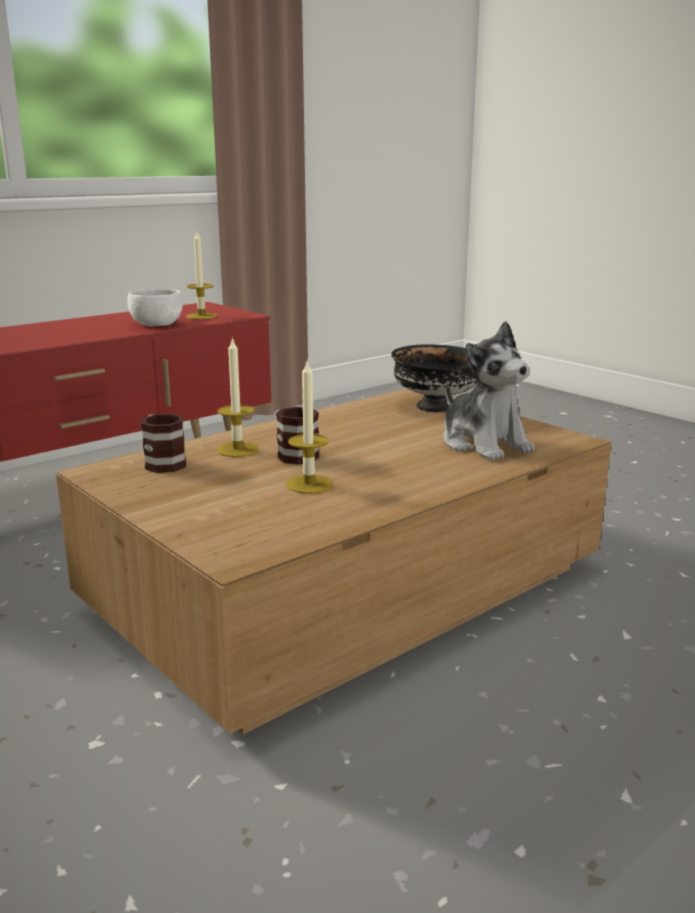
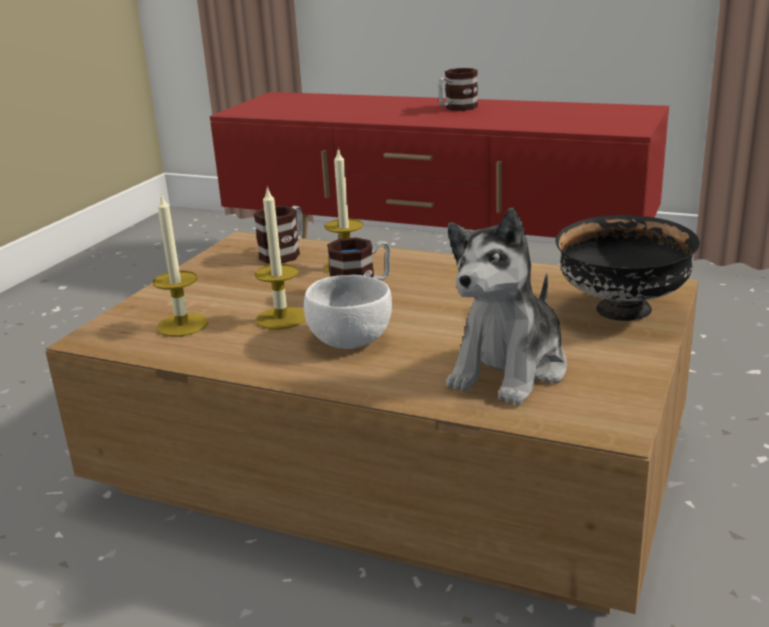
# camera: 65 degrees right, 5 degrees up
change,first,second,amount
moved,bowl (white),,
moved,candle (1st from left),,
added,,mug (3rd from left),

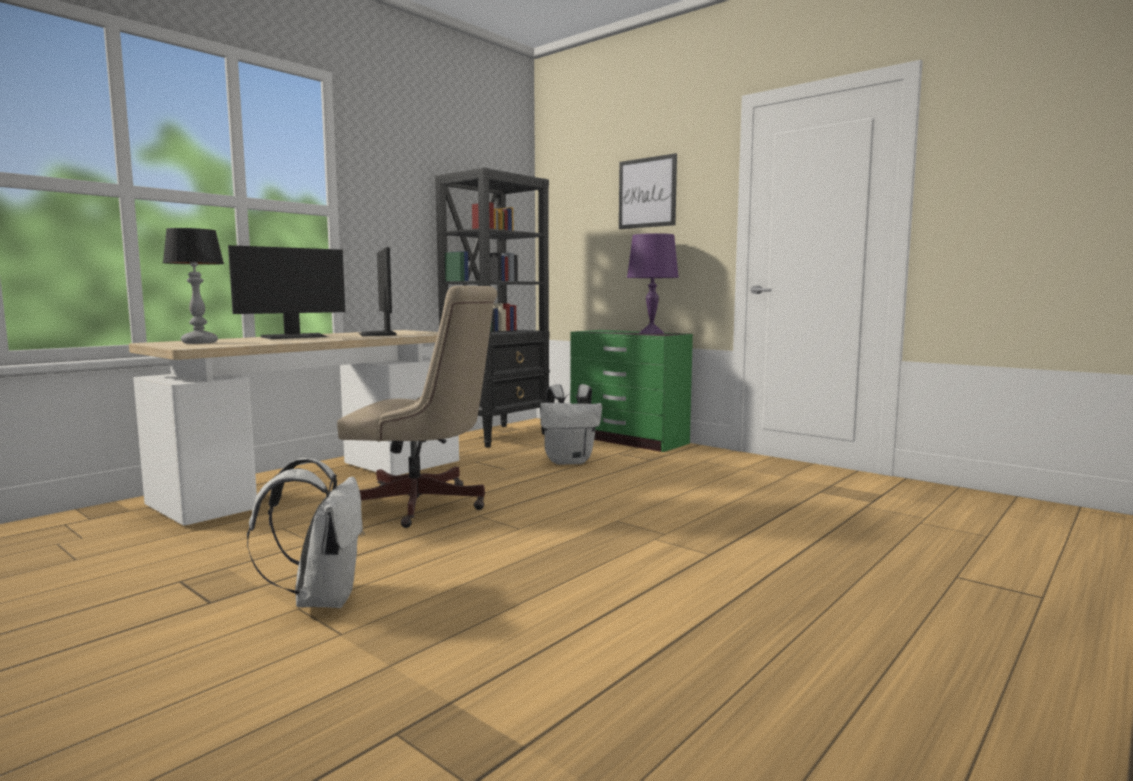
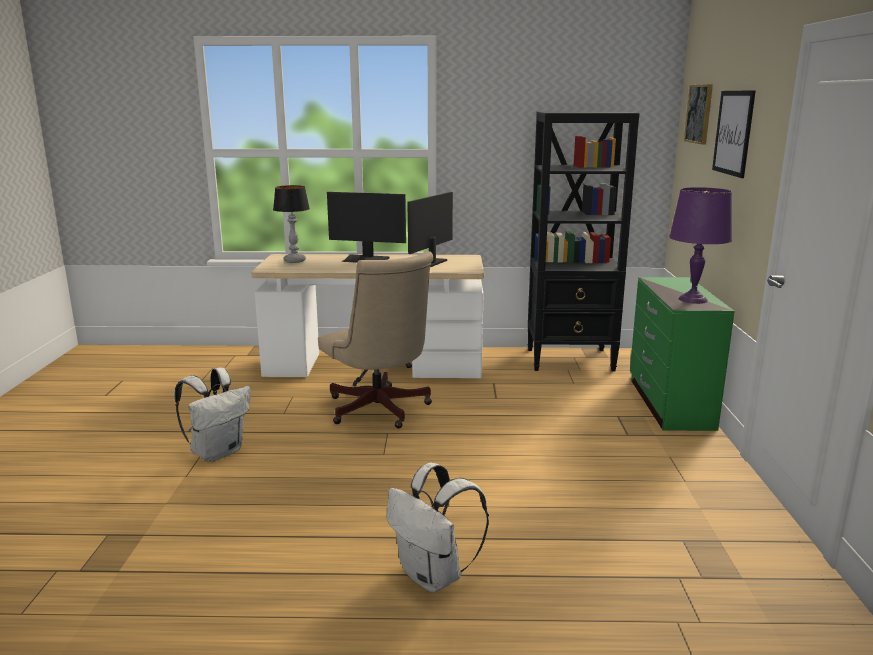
# camera: 50 degrees right, 10 degrees up
change,first,second,amount
moved,backpack (white) (2nd from left),,
added,,picture (1st from left),

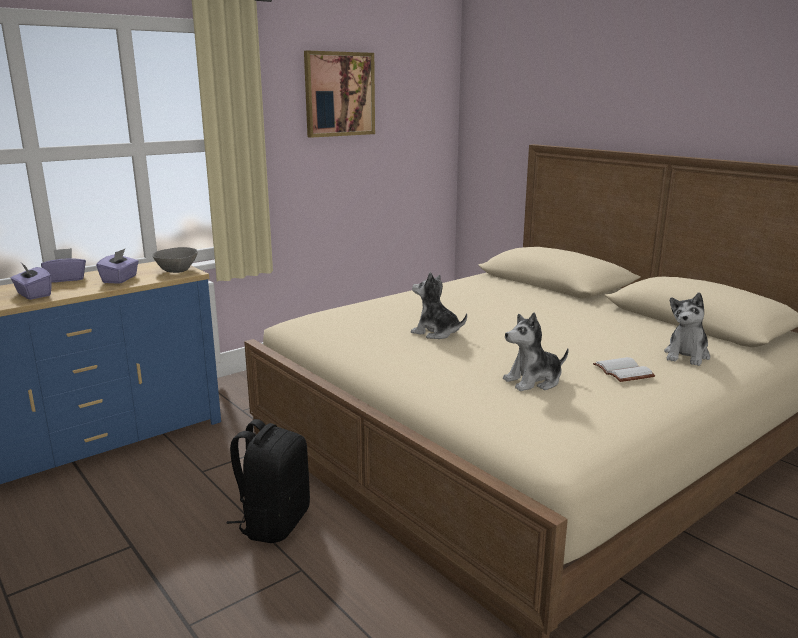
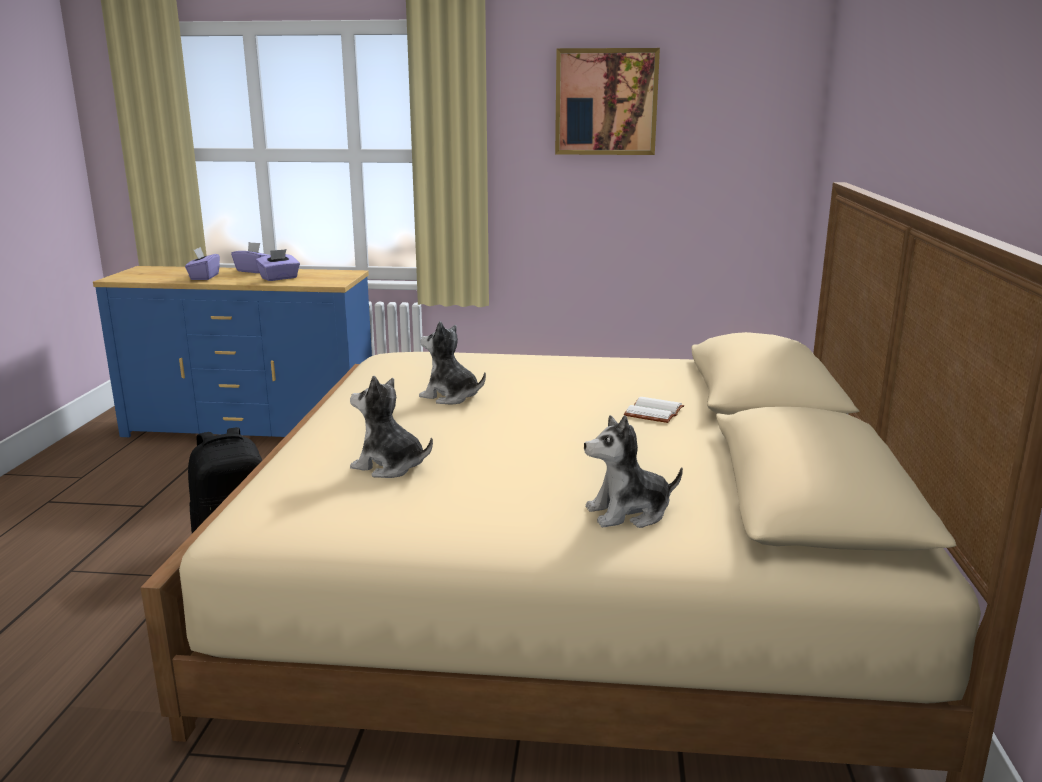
# camera: 45 degrees right, 0 degrees up
change,first,second,amount
removed,bowl (grey),,
turned,plush toy (1st from left in the first image),plush toy (2nd from left),45 degrees counterclockwise
moved,book (white),,

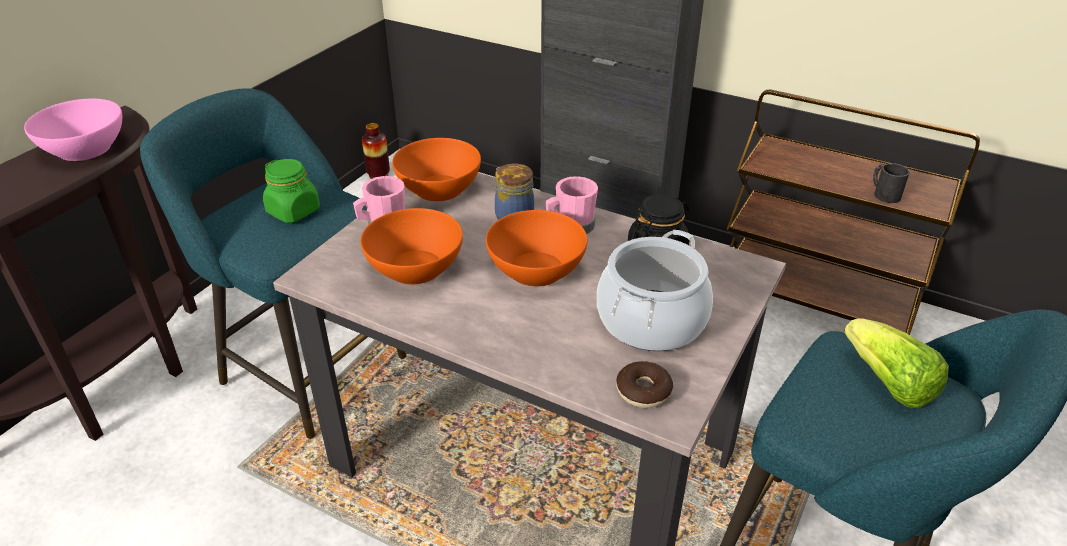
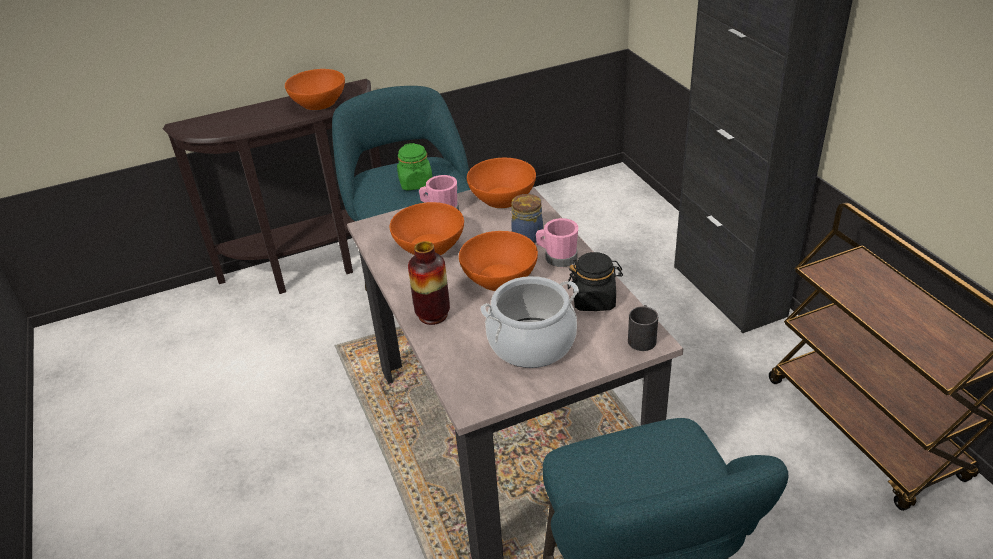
# camera: 40 degrees right, 0 degrees up
change,first,second,amount
recoloured,bowl (pink),bowl (orange) (1st from left),
moved,vase,,
removed,donut,,
removed,lettuce,,
moved,mug (black),,

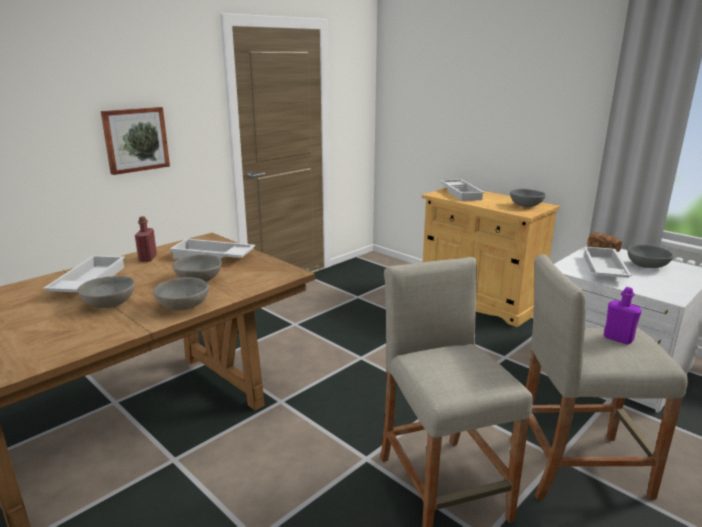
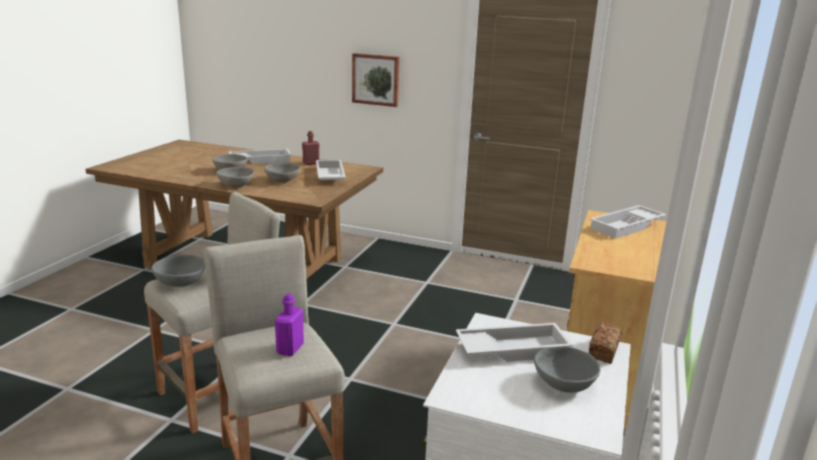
# camera: 65 degrees right, 0 degrees up
change,first,second,amount
moved,bowl (grey) (4th from left in the first image),bowl (grey) (1st from left),

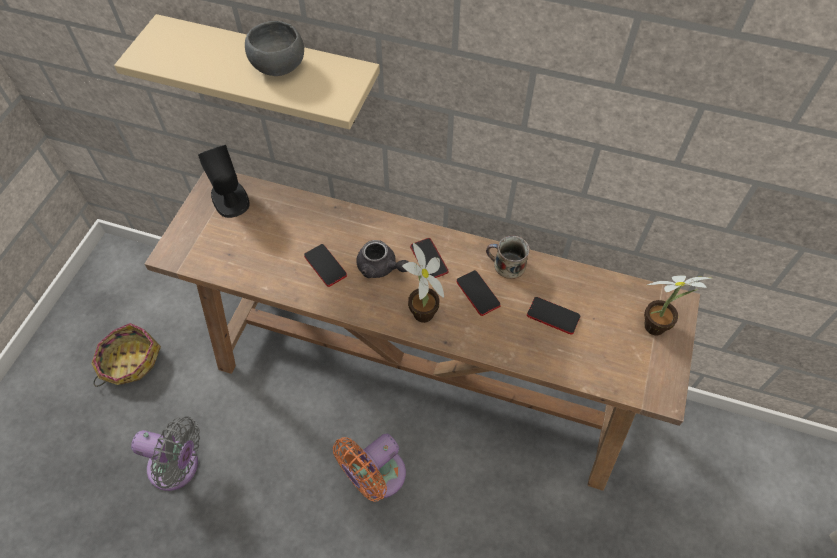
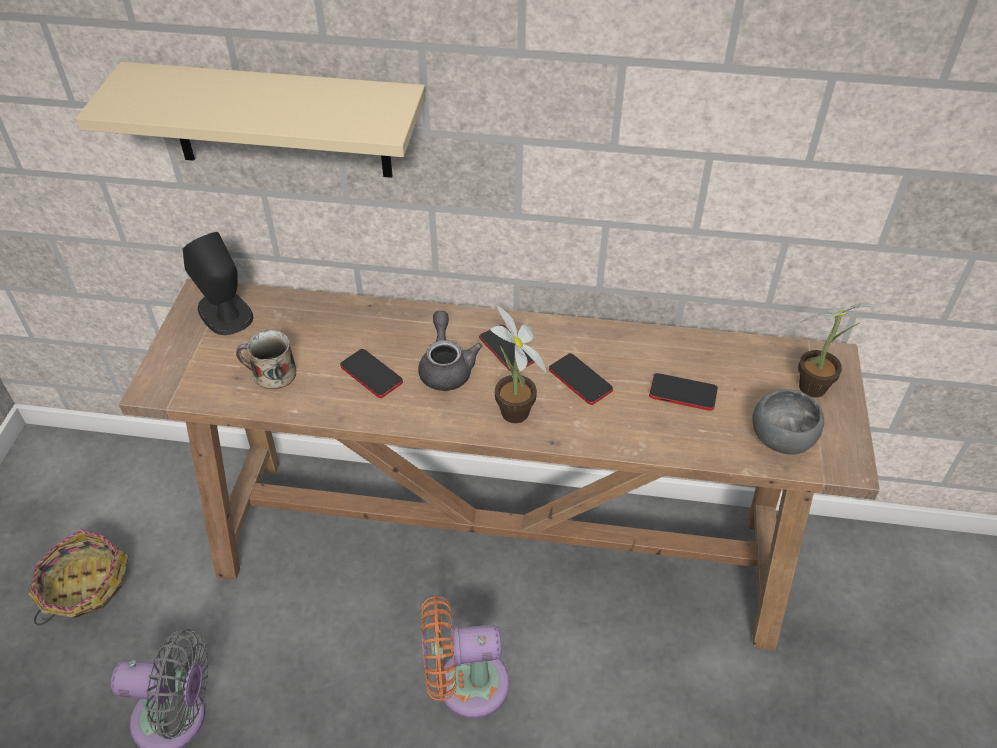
# camera: 10 degrees left, 10 degrees down
change,first,second,amount
moved,bowl (grey),,
turned,fan (orange),,45 degrees clockwise
turned,teapot (grey),,120 degrees counterclockwise
moved,mug,,

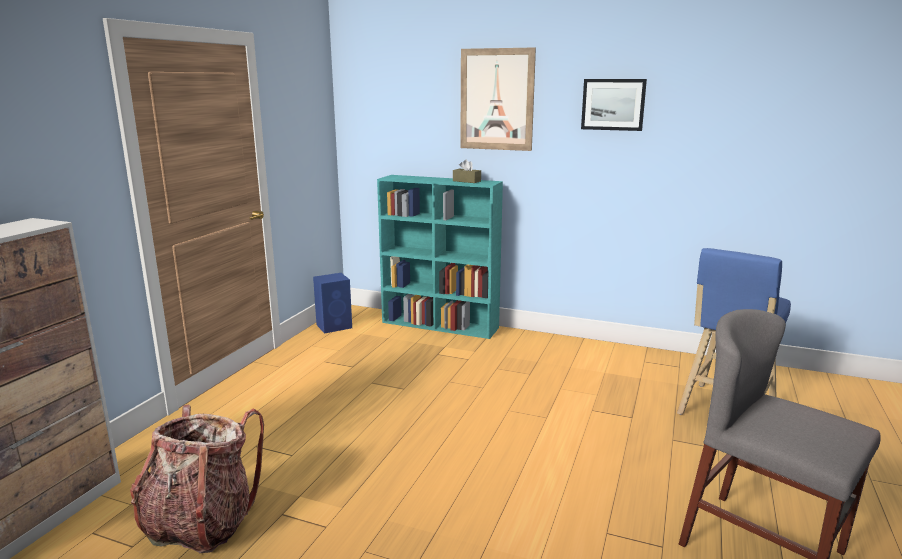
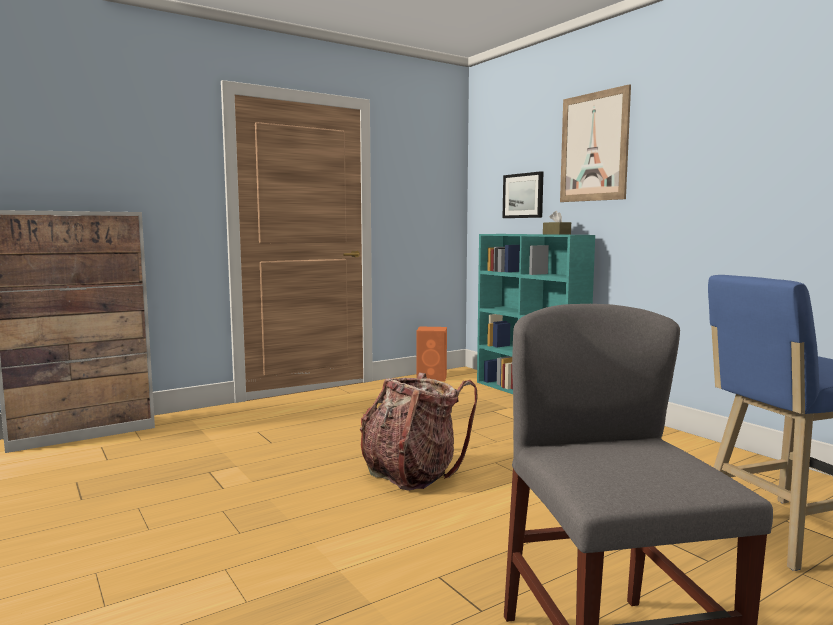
# camera: 35 degrees right, 10 degrees down
change,first,second,amount
moved,backpack,,
recoloured,speaker (blue),speaker (orange),
moved,picture (2nd from left in the first image),picture (1st from left),

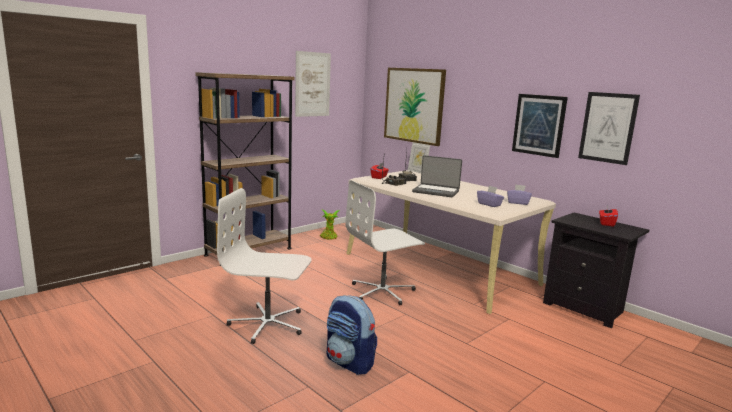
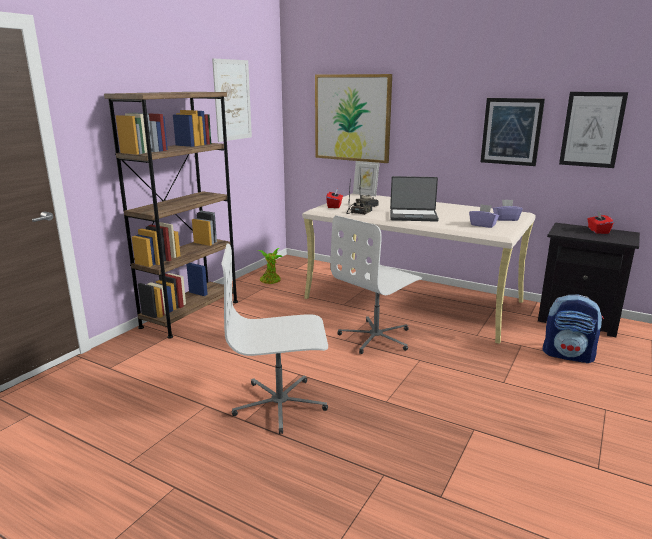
# camera: 15 degrees left, 5 degrees up
change,first,second,amount
moved,backpack,,

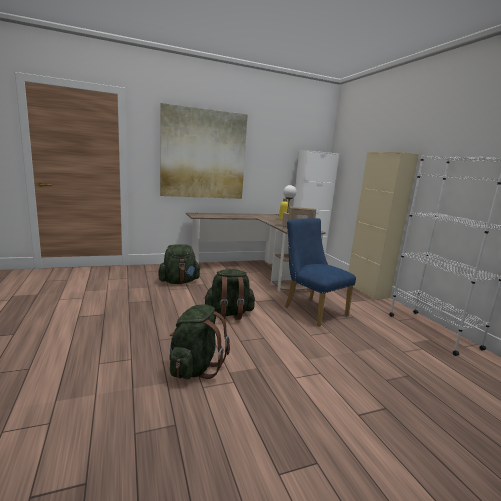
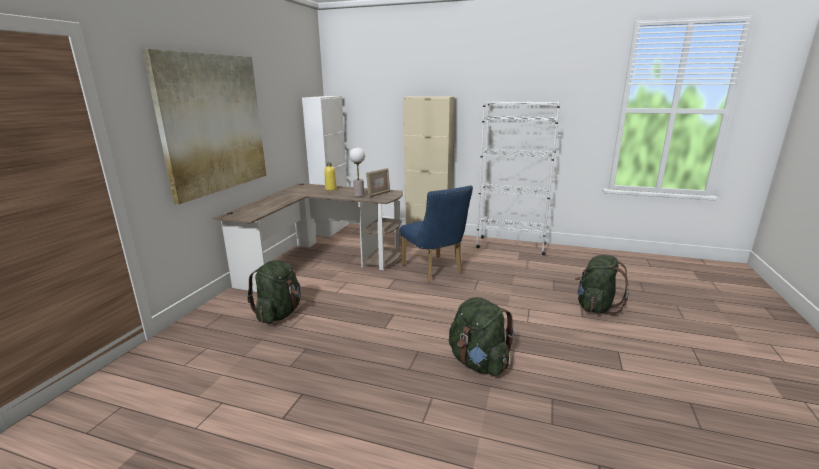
# camera: 50 degrees left, 5 degrees up
change,first,second,amount
moved,backpack (green) (3rd from left),,
turned,chair (blue),,120 degrees counterclockwise

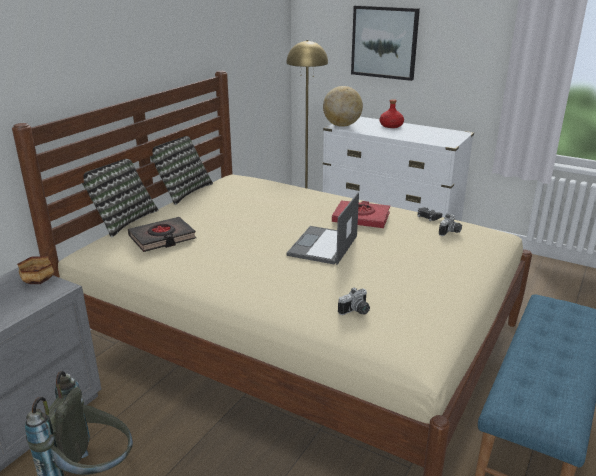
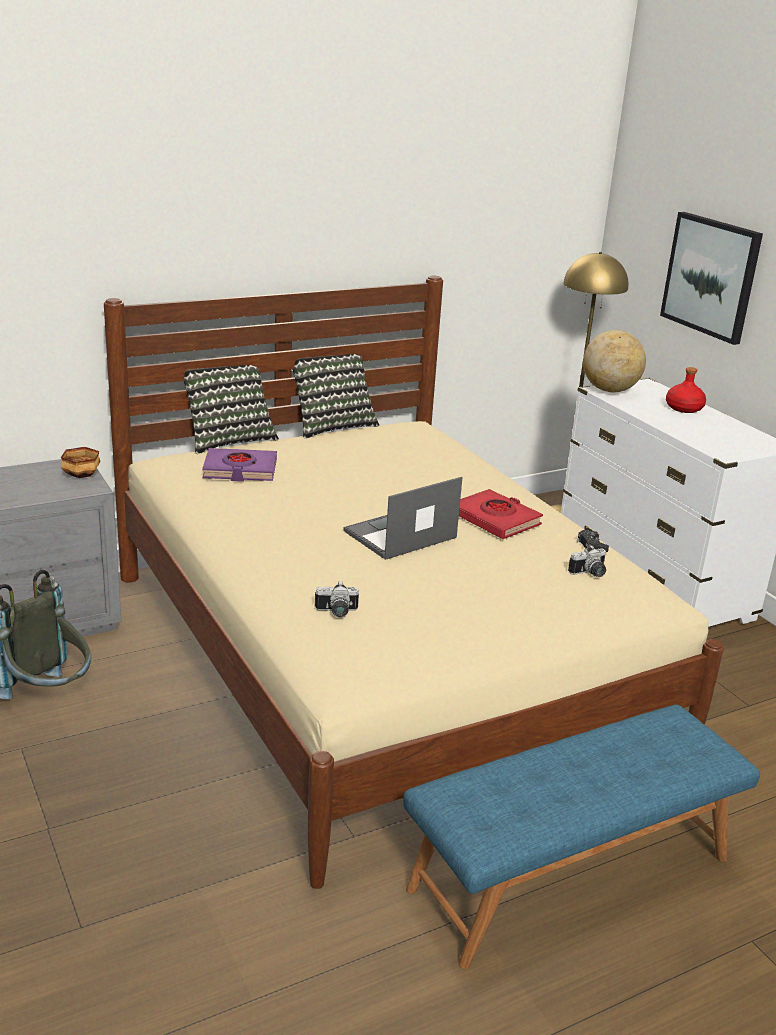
# camera: 30 degrees right, 0 degrees up
change,first,second,amount
recoloured,book (black),book (purple),

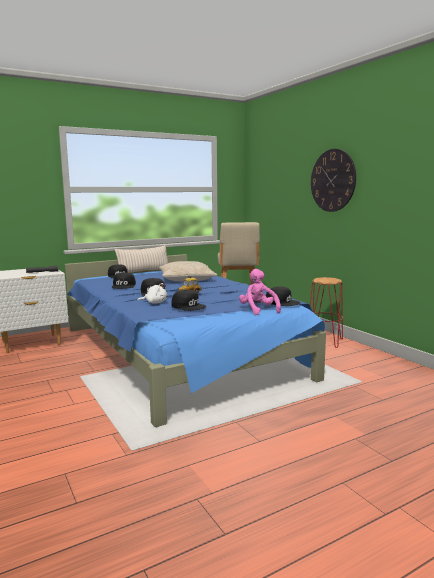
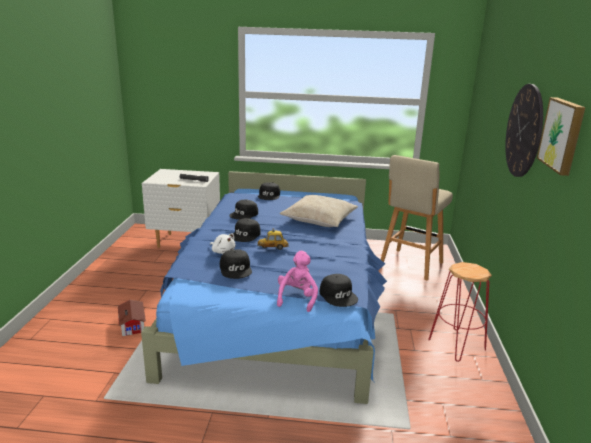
# camera: 35 degrees right, 10 degrees up
change,first,second,amount
removed,pillow (beige) (1st from left),,
added,,toy house,
added,,picture,

